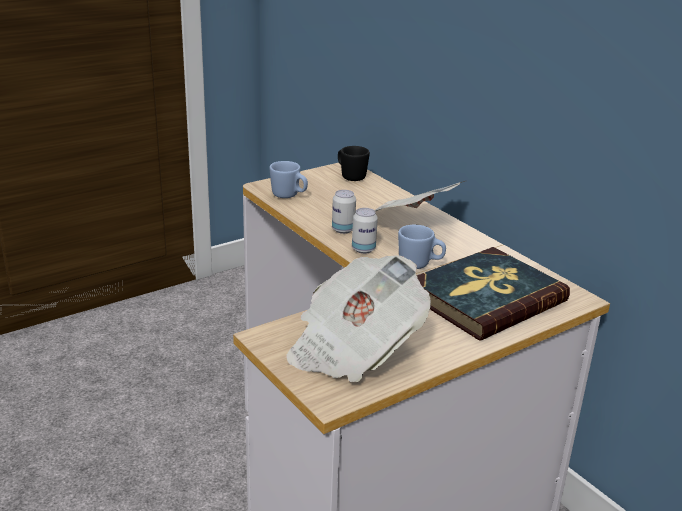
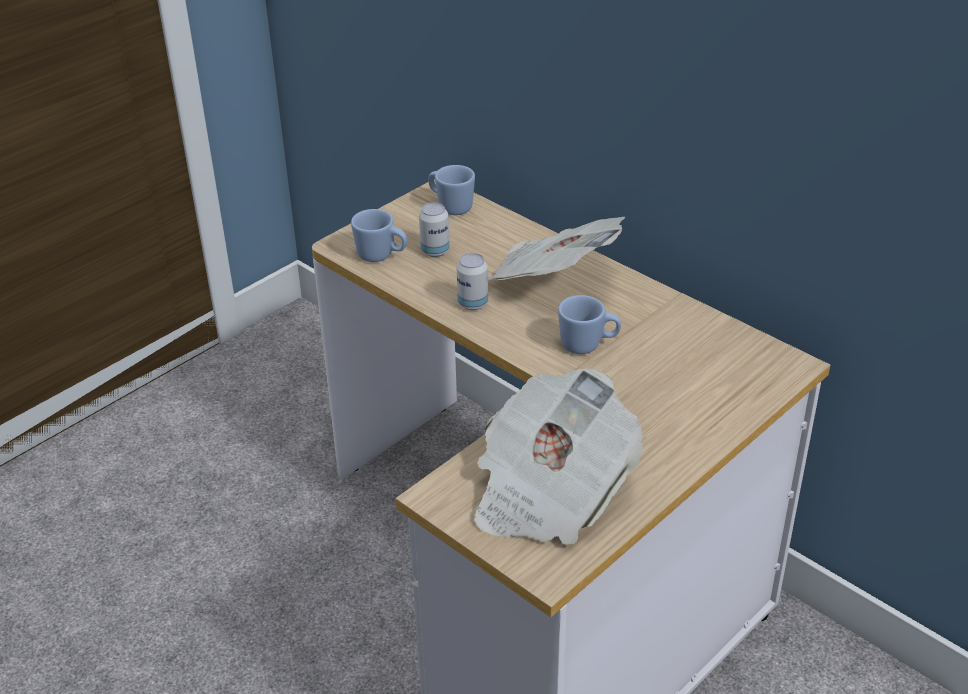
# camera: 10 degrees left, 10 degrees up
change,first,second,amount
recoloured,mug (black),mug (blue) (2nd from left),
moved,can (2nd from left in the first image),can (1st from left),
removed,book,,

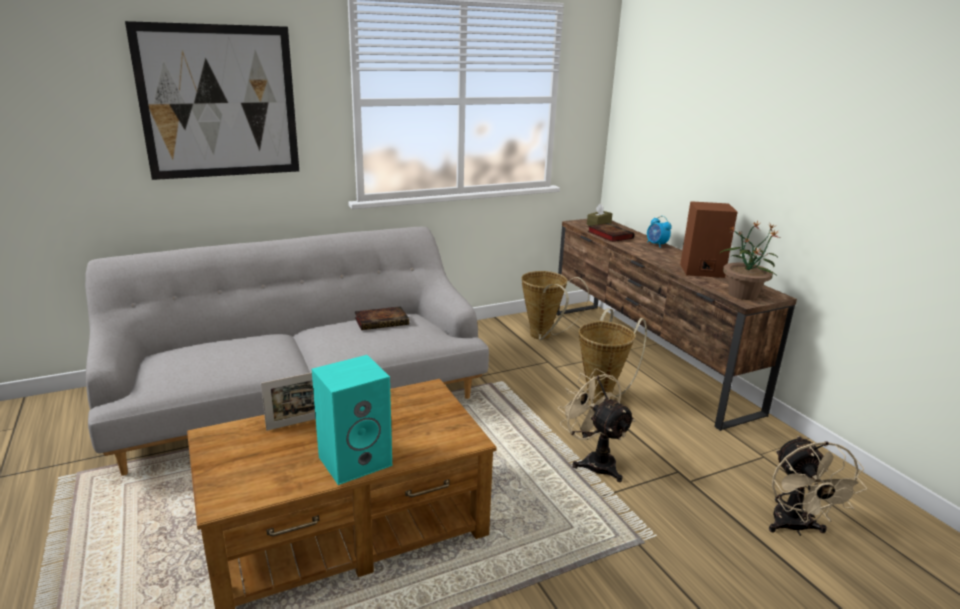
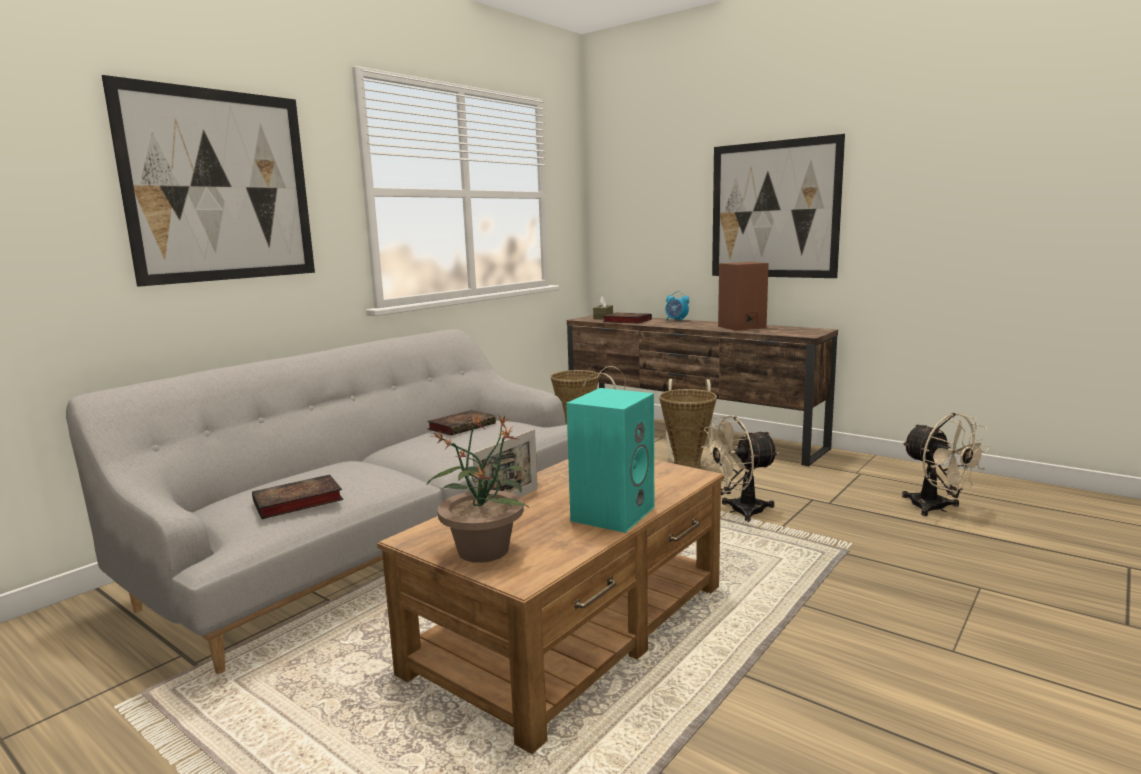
# camera: 25 degrees left, 10 degrees down
change,first,second,amount
turned,fan (beige) (1st from left),,45 degrees counterclockwise
moved,potted plant,,
added,,book (1st from left),
added,,picture (2nd from left),

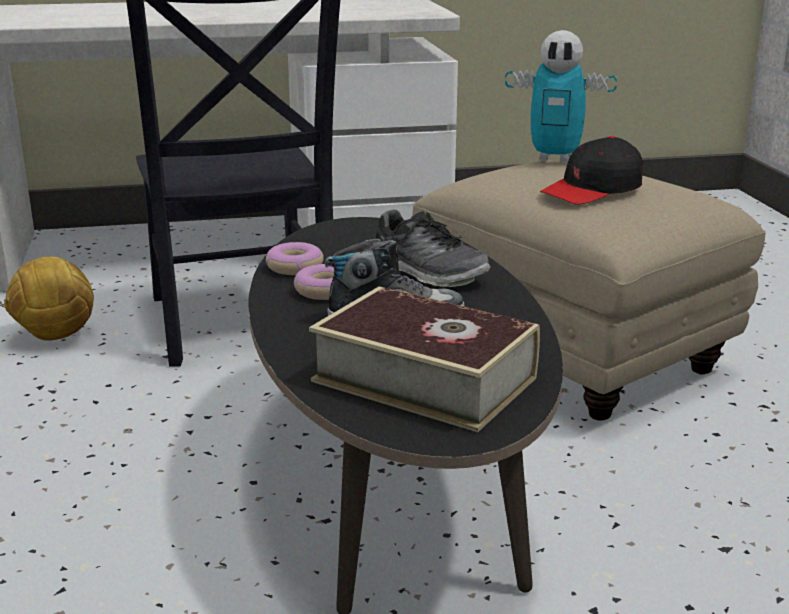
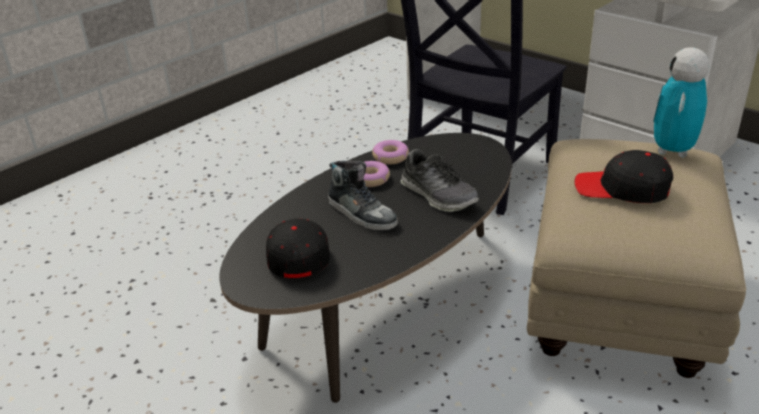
# camera: 55 degrees right, 10 degrees up
change,first,second,amount
removed,football,,
replaced,book,cap (black) (1st from left),
turned,shoe (2nd from left),,45 degrees counterclockwise
turned,toy robot,,45 degrees clockwise

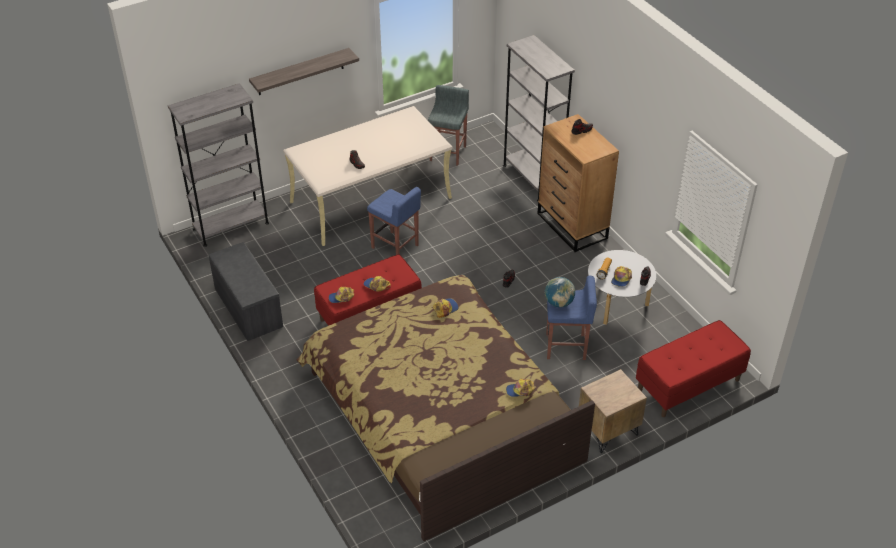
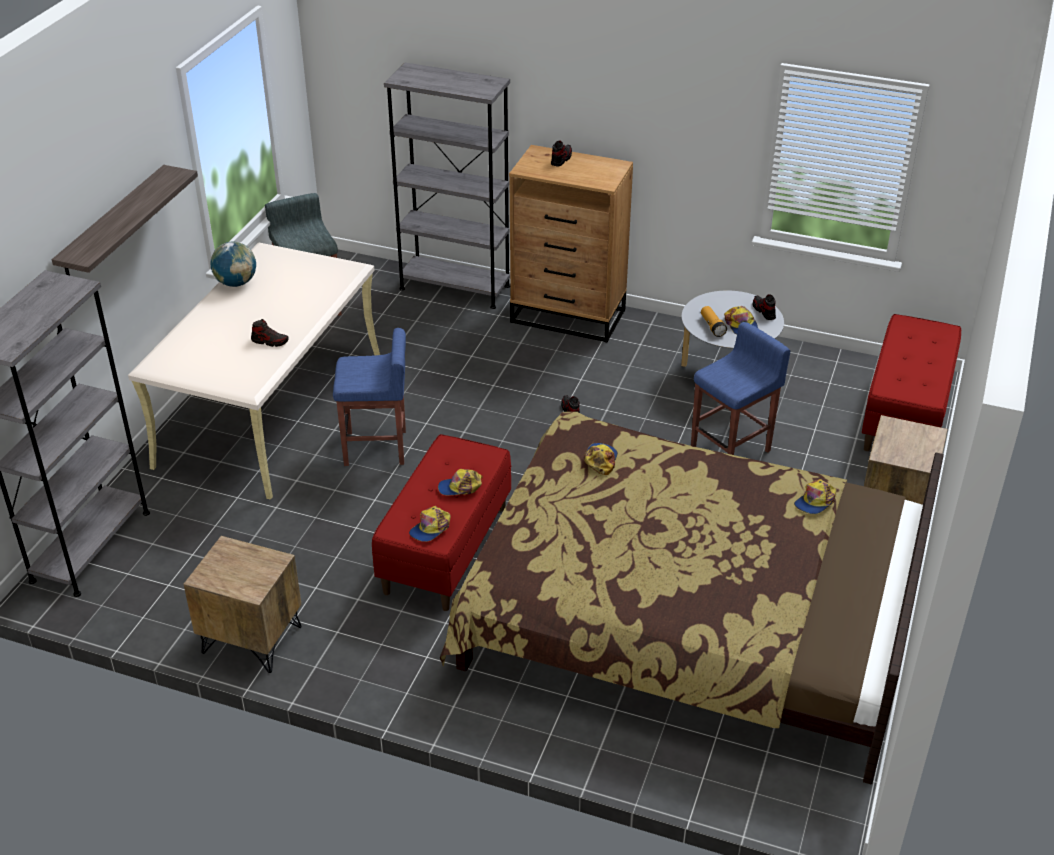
# camera: 40 degrees left, 5 degrees down
change,first,second,amount
replaced,bench (grey),nightstand (brown) (1st from left),
moved,globe,,

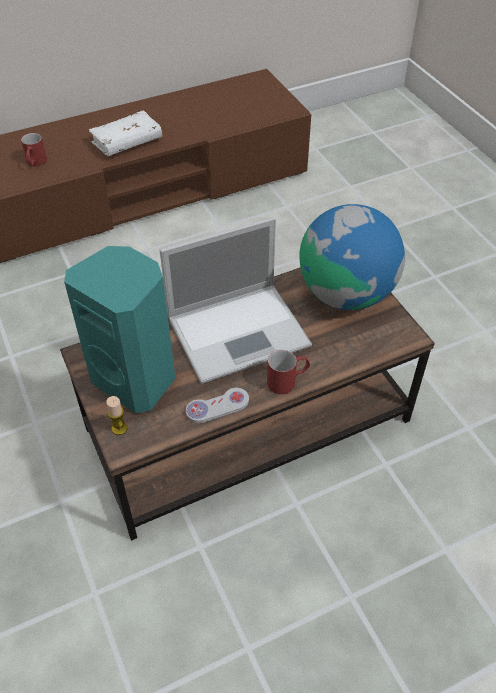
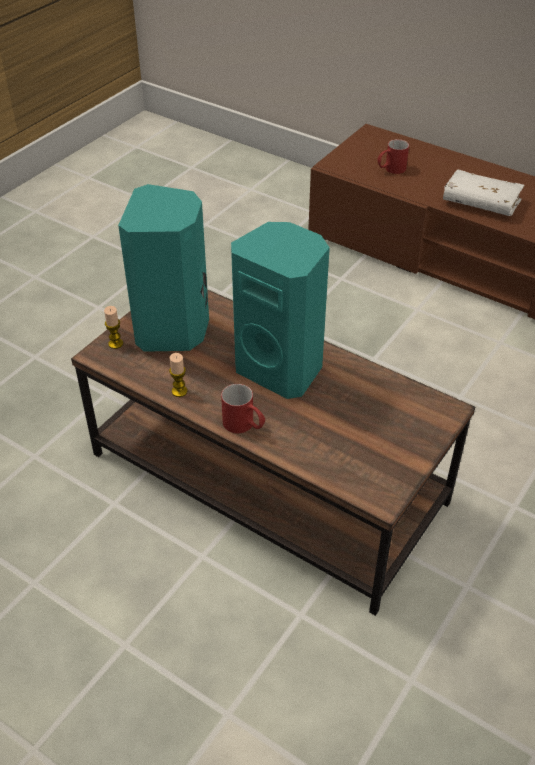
# camera: 60 degrees right, 5 degrees down
change,first,second,amount
replaced,laptop,speaker (turquoise) (2nd from left),
replaced,game controller (white),candle (2nd from left),
removed,globe,,

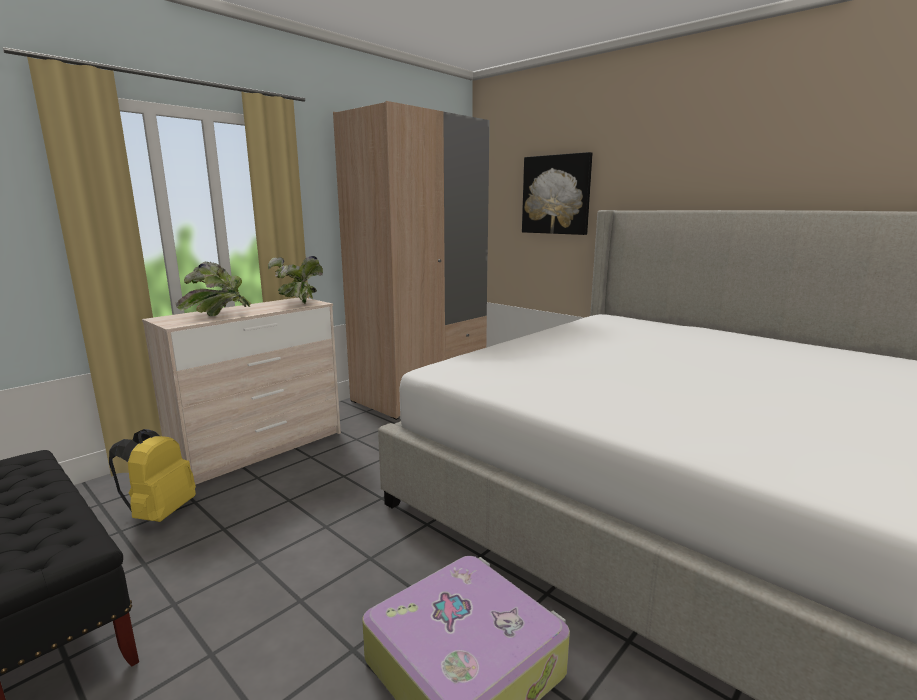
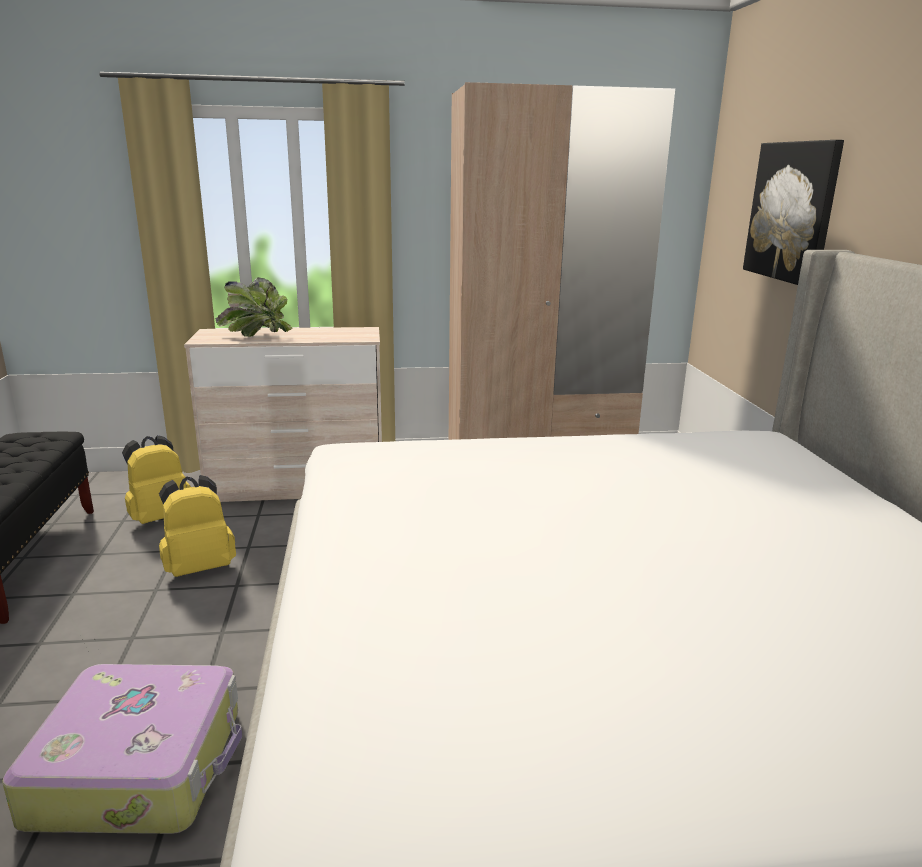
# camera: 40 degrees right, 5 degrees up
change,first,second,amount
removed,potted plant (2nd from left),,
added,,backpack (yellow) (2nd from left),

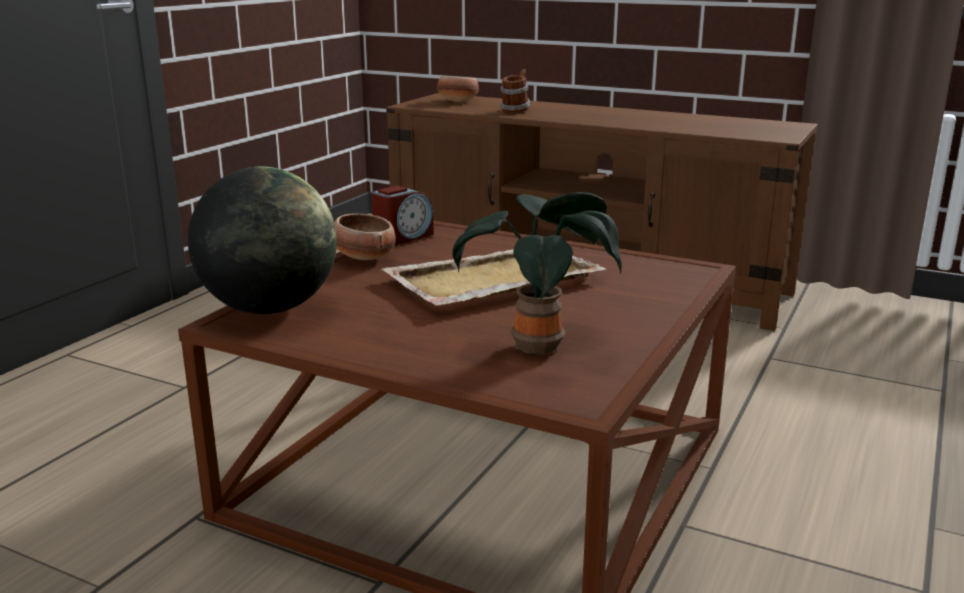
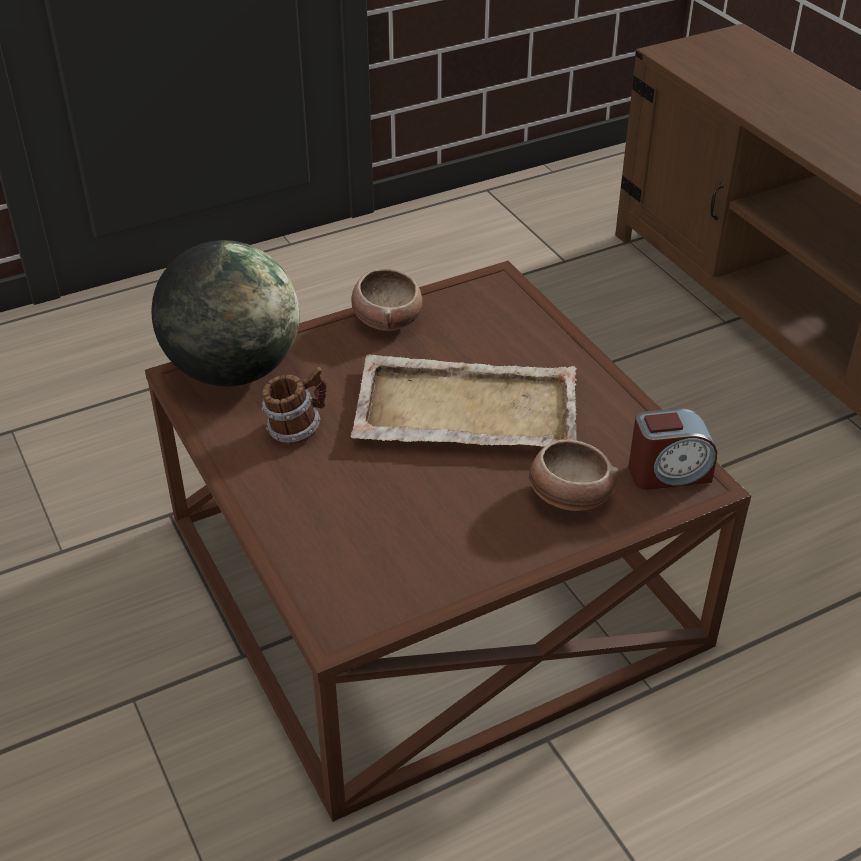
# camera: 35 degrees right, 20 degrees up
change,first,second,amount
moved,alarm clock,,
moved,bowl (2nd from left),,
removed,potted plant,,
moved,mug,,

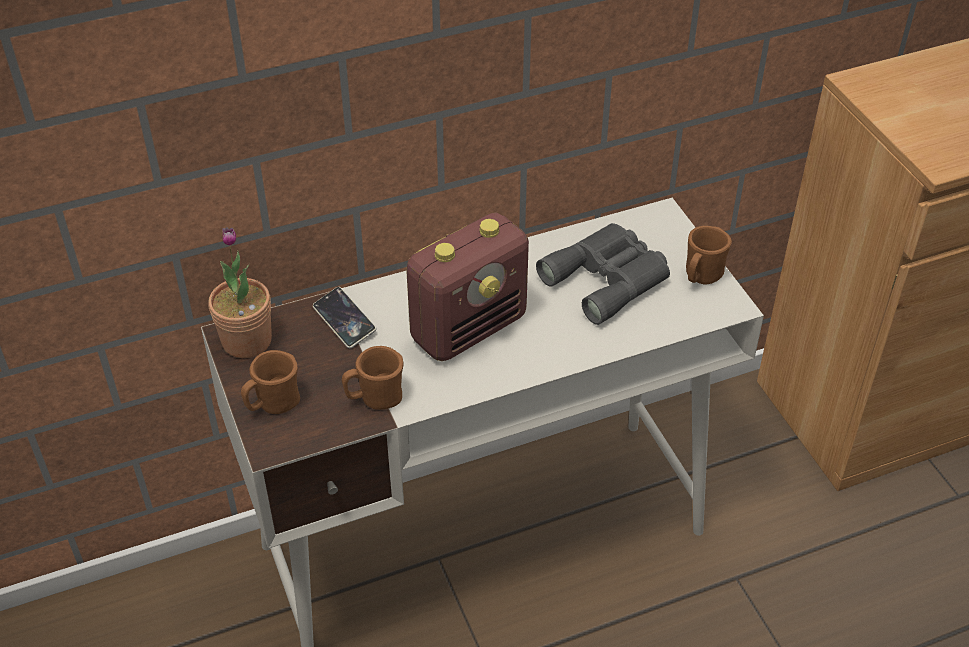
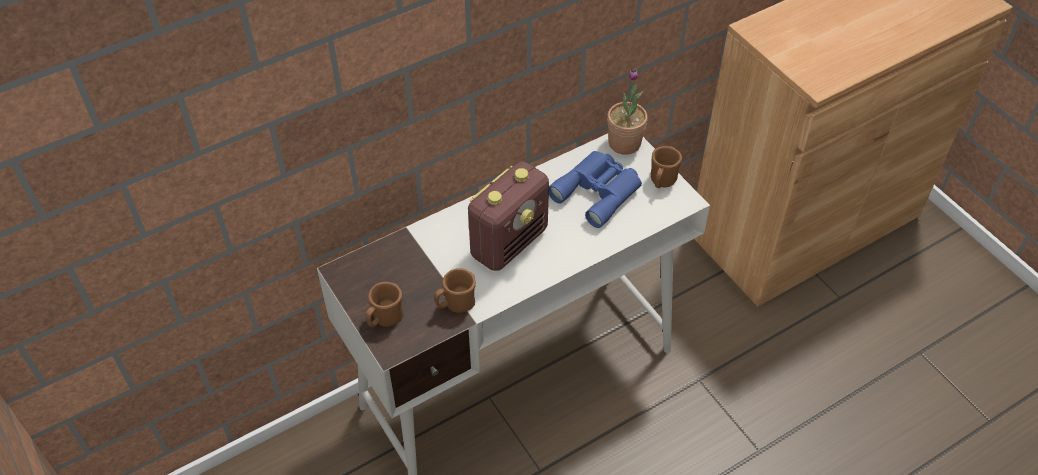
# camera: 10 degrees left, 5 degrees up
change,first,second,amount
moved,potted plant,,
removed,phone,,
recoloured,binoculars (grey),binoculars (blue),

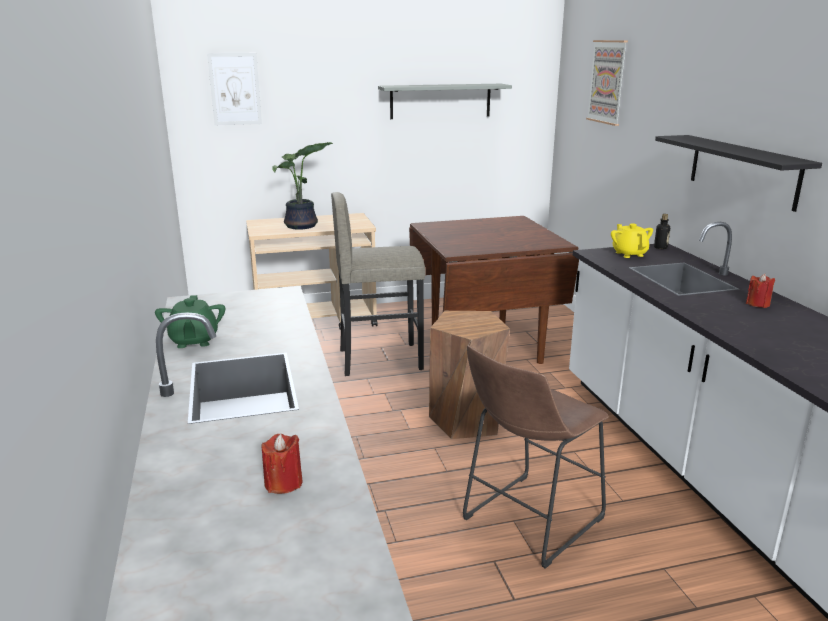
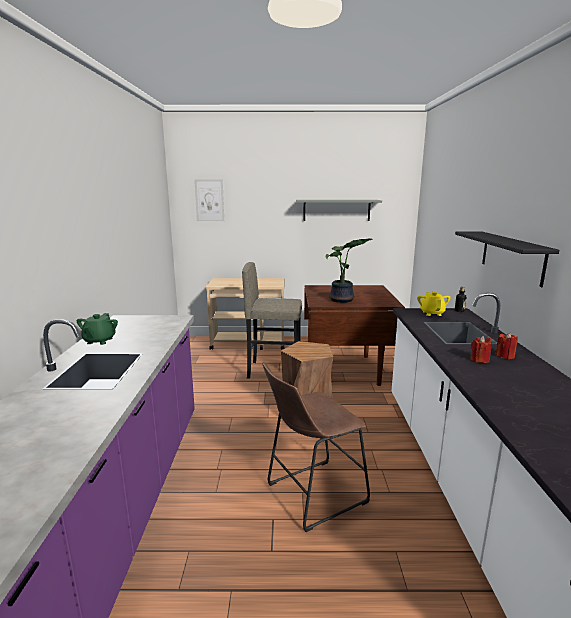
# camera: 15 degrees right, 5 degrees down
change,first,second,amount
moved,candle (red) (1st from left),,
moved,potted plant,,
removed,picture (2nd from left),,

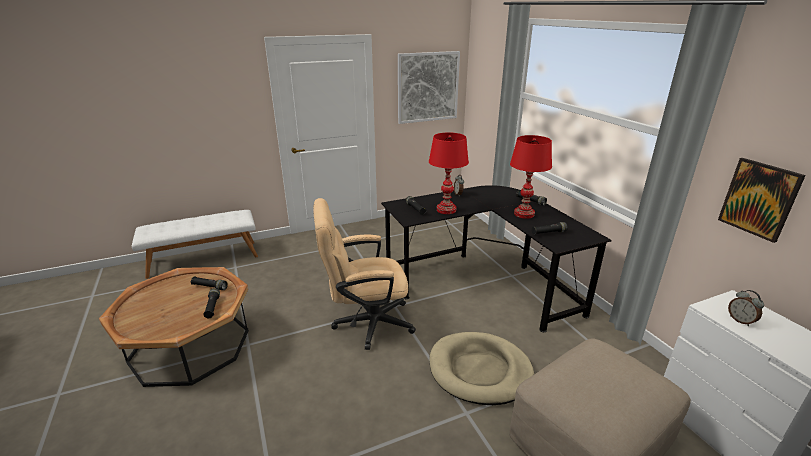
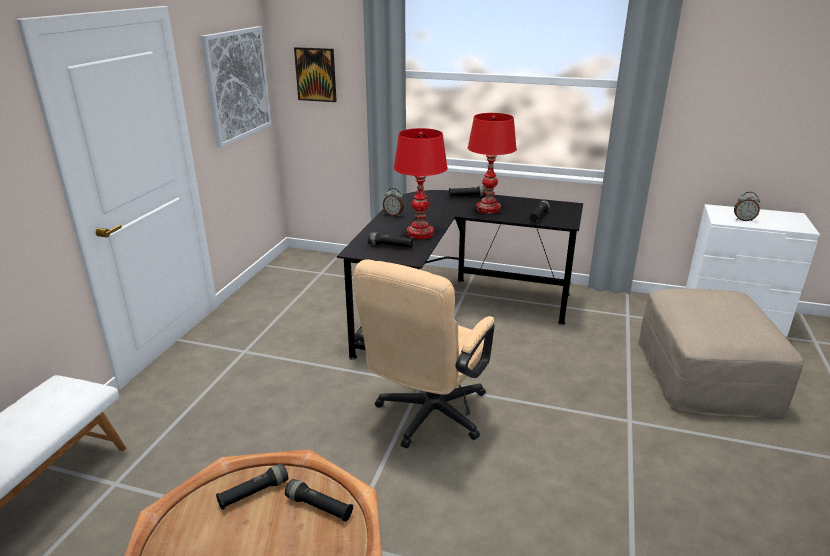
# camera: 50 degrees left, 0 degrees up
change,first,second,amount
removed,dog bed (beige),,
moved,picture (2nd from left),,

